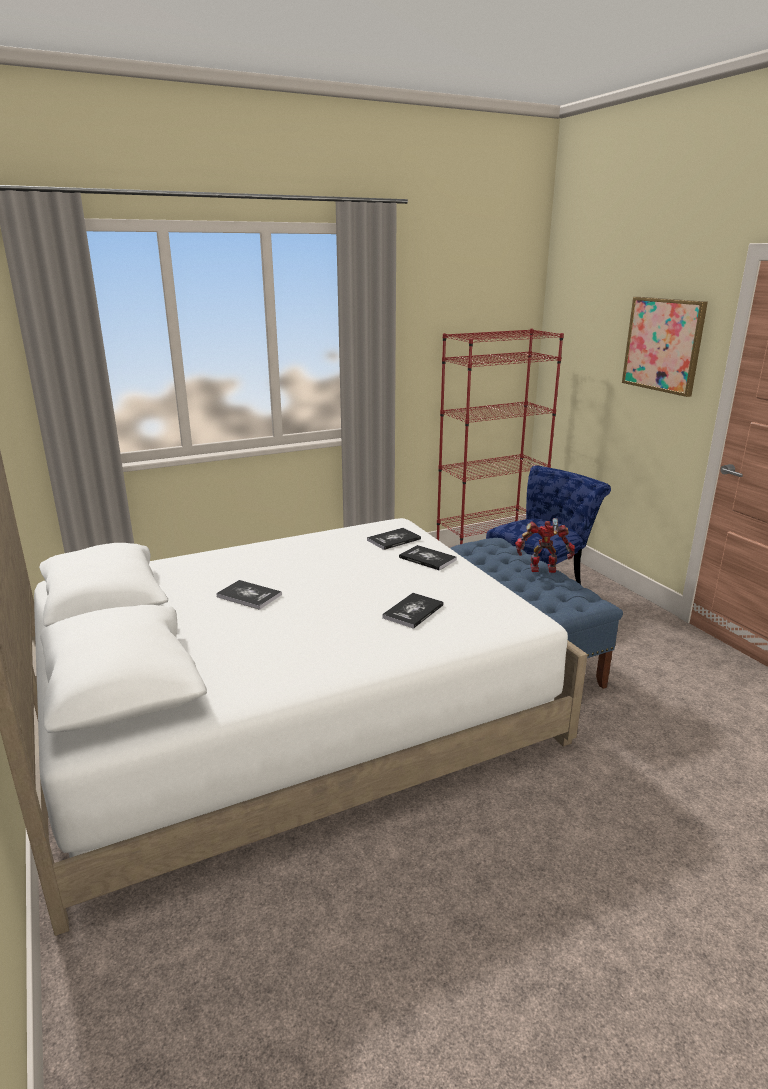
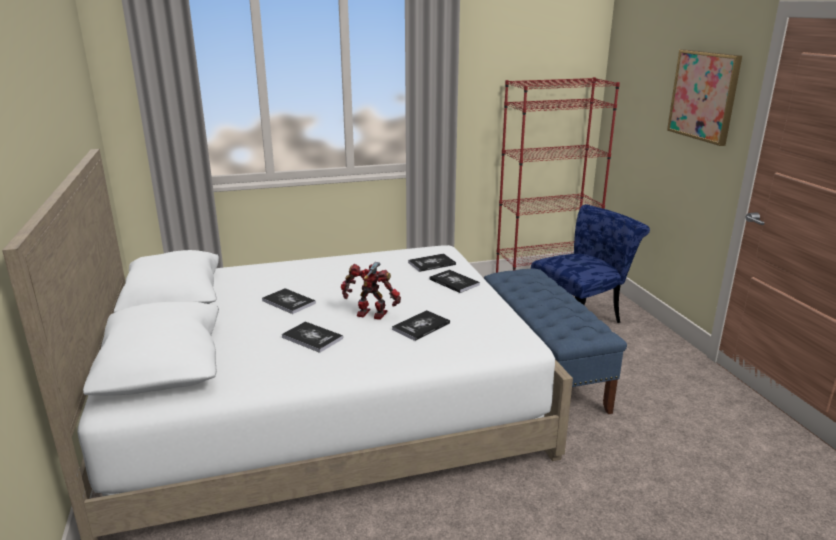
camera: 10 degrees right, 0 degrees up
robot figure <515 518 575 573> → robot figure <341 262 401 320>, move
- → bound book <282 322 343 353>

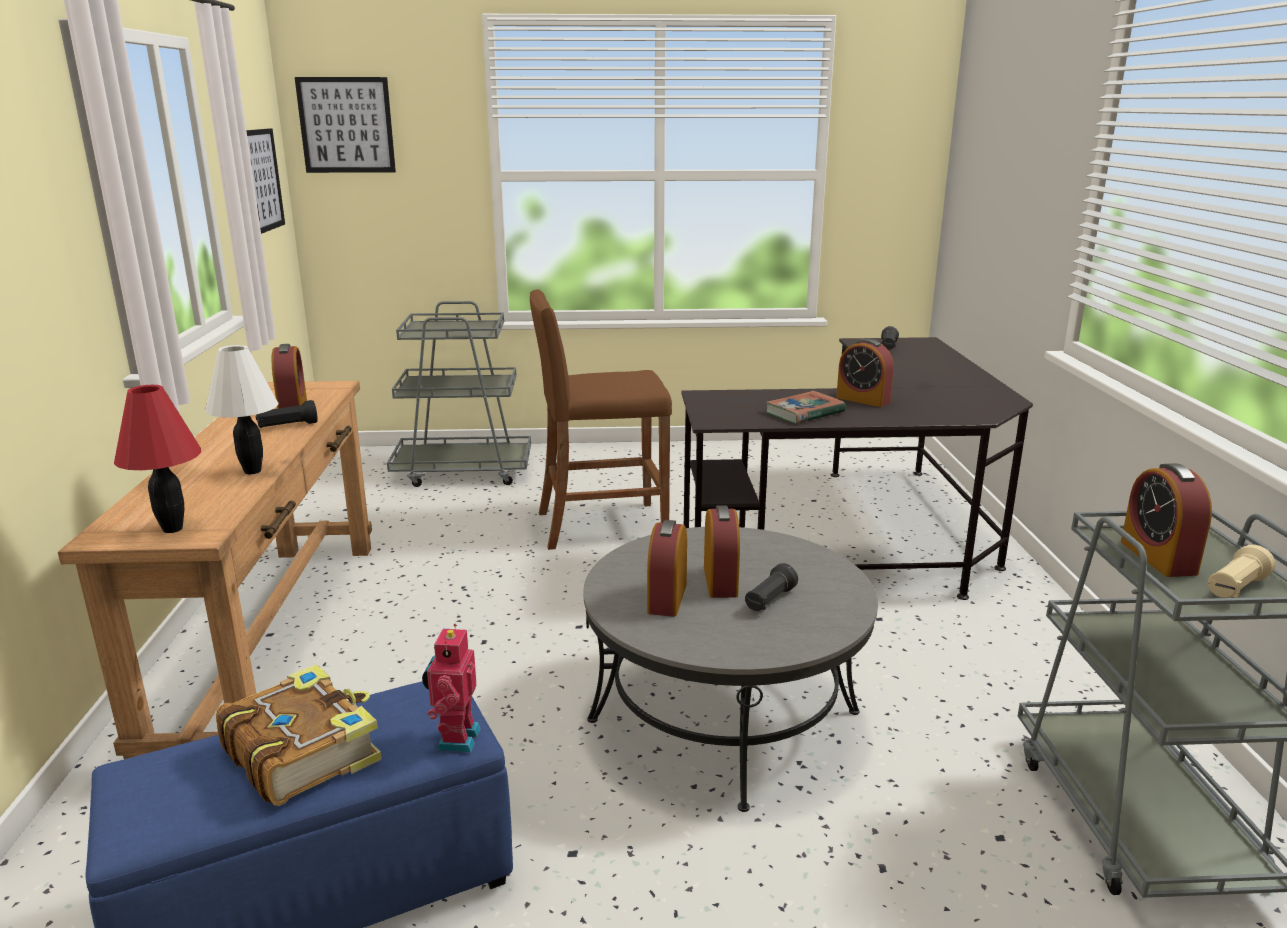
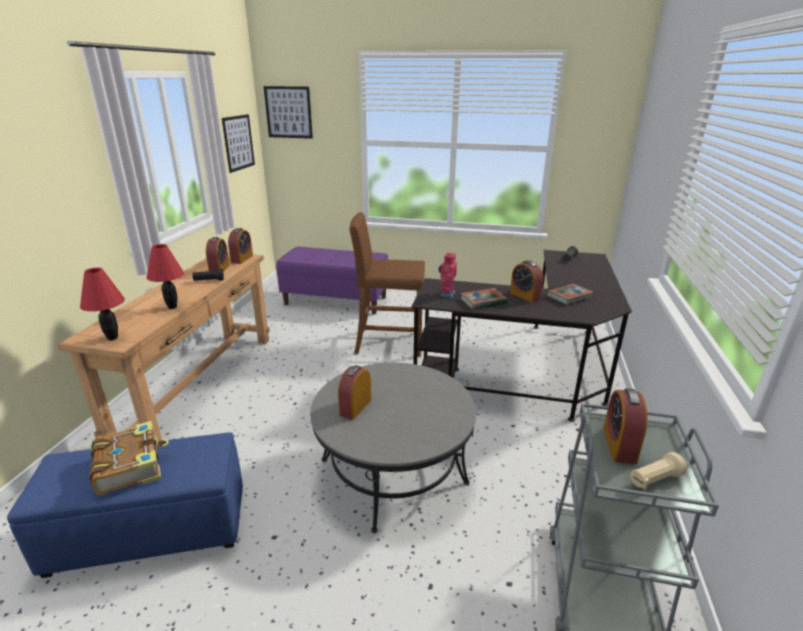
camera: 15 degrees right, 5 degrees up
white lamp for a table <205 345 279 474> → red-coloured lamp for a table <147 244 184 309>
gray cart <387 301 531 487> → purple-coloured bench <276 247 388 314>
robot figure <422 624 481 752> → robot figure <439 251 457 298>, move
bedside clock <704 505 740 598> → bedside clock <228 228 253 264>, move
black torch <745 563 798 611> → -
- → bound book <546 284 594 305>

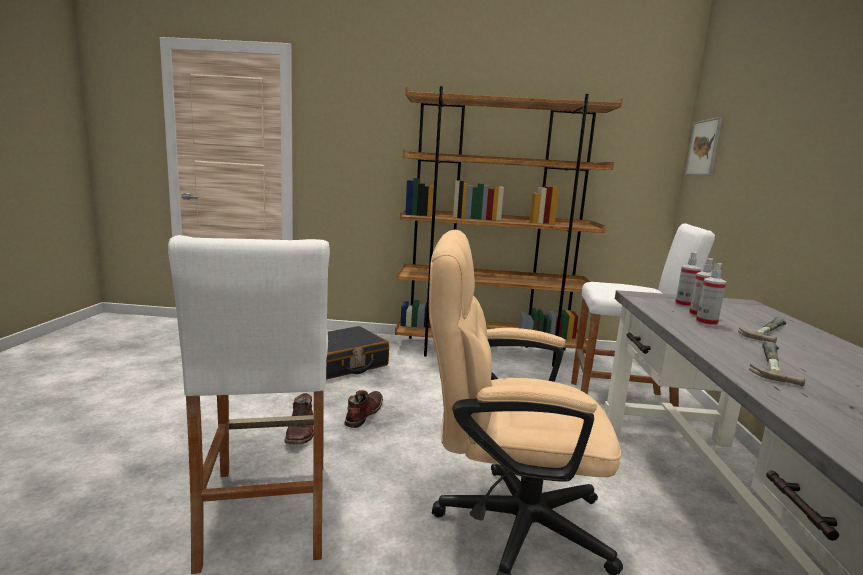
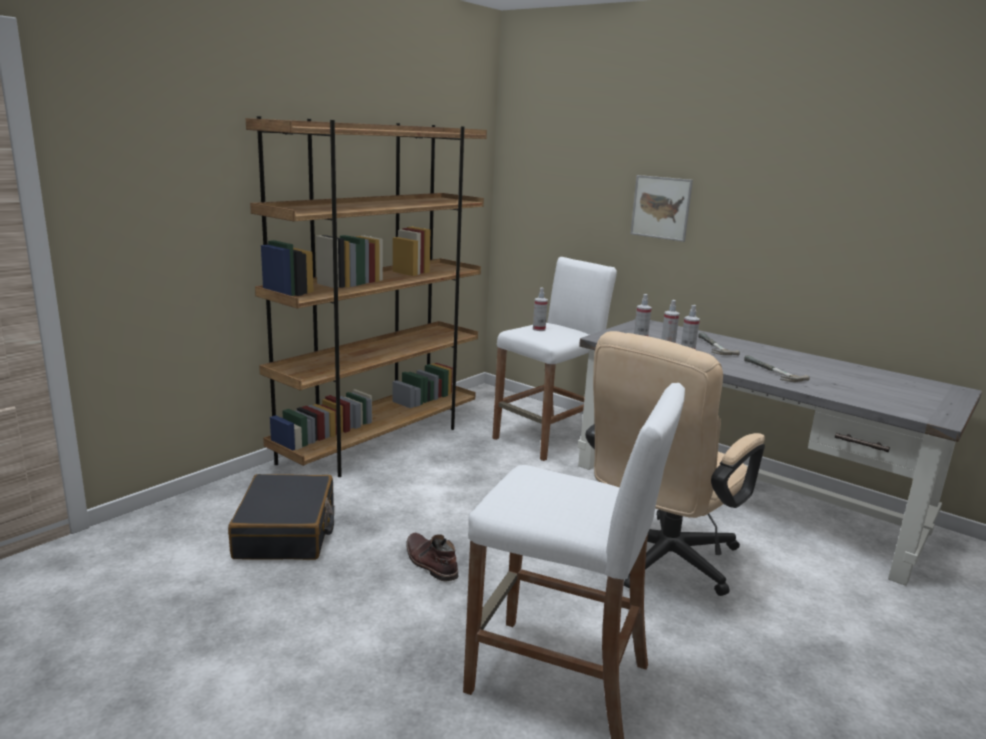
camera: 55 degrees left, 5 degrees up
brown-coloured tall boot <285 393 314 444> → -
wall picture <685 117 723 175> → wall picture <630 175 693 242>, move
- → sprayer <533 287 548 331>

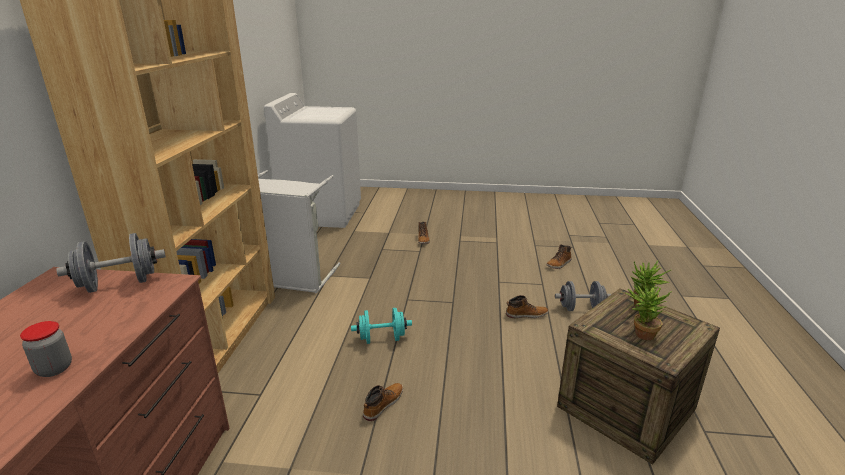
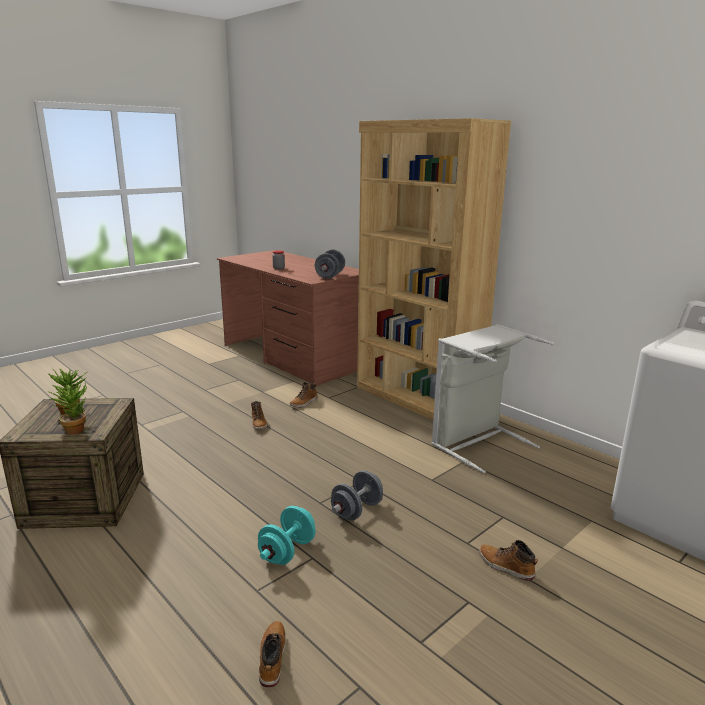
camera: 130 degrees right, 5 degrees down
blue-green dumbbell <351 308 412 344> → blue-green dumbbell <258 506 316 565>, move
tall boot <506 295 548 318> → tall boot <290 382 317 407>, move
gray dumbbell <555 281 611 311> → gray dumbbell <331 470 383 521>, move

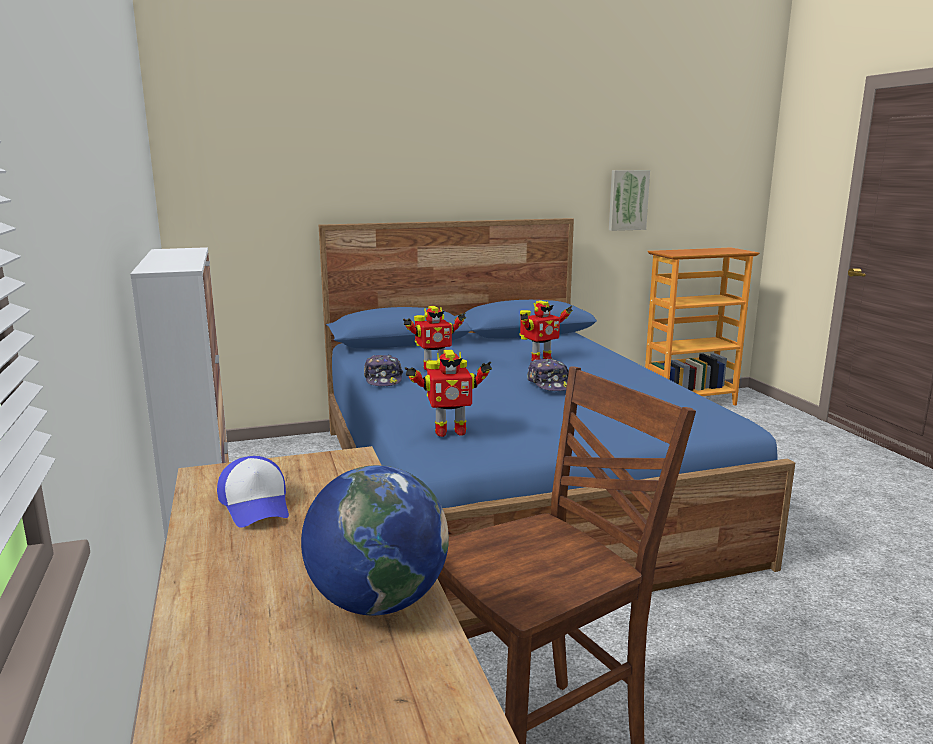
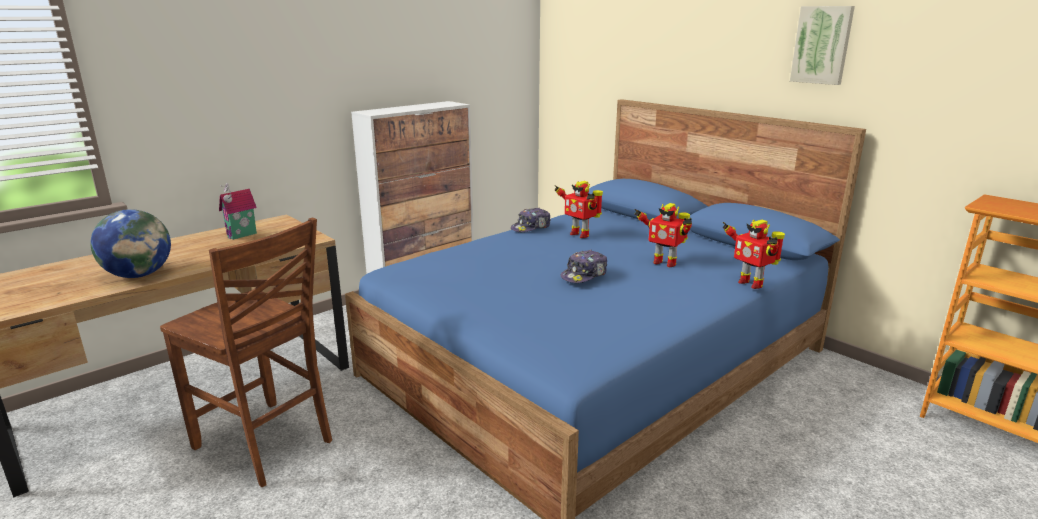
camera: 65 degrees right, 5 degrees up
cap <217 456 289 528> → miniature house <219 183 257 240>
robot figure <405 350 492 437> → robot figure <723 219 785 289>, move
wall picture <609 170 650 231> → wall picture <790 6 855 85>, move

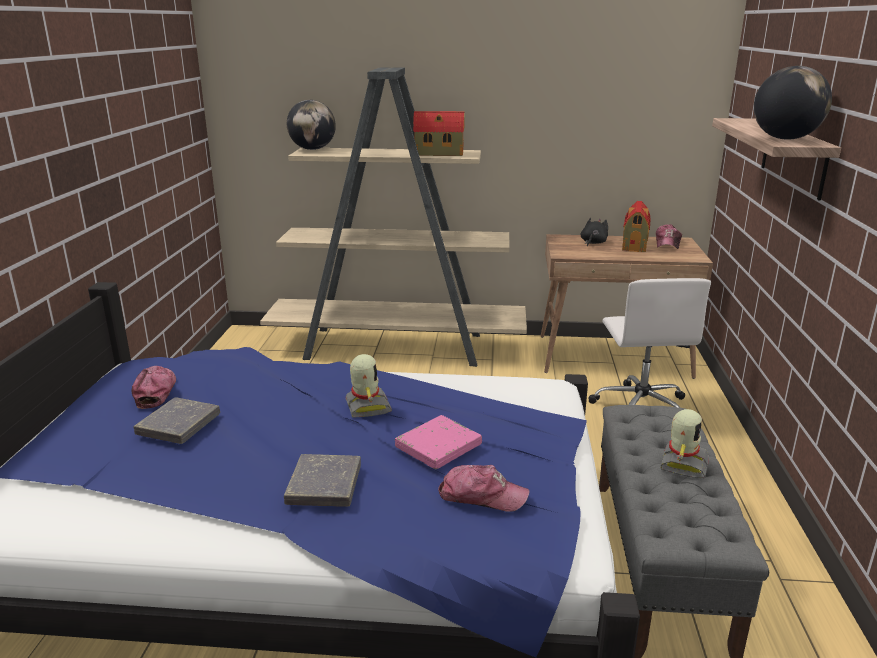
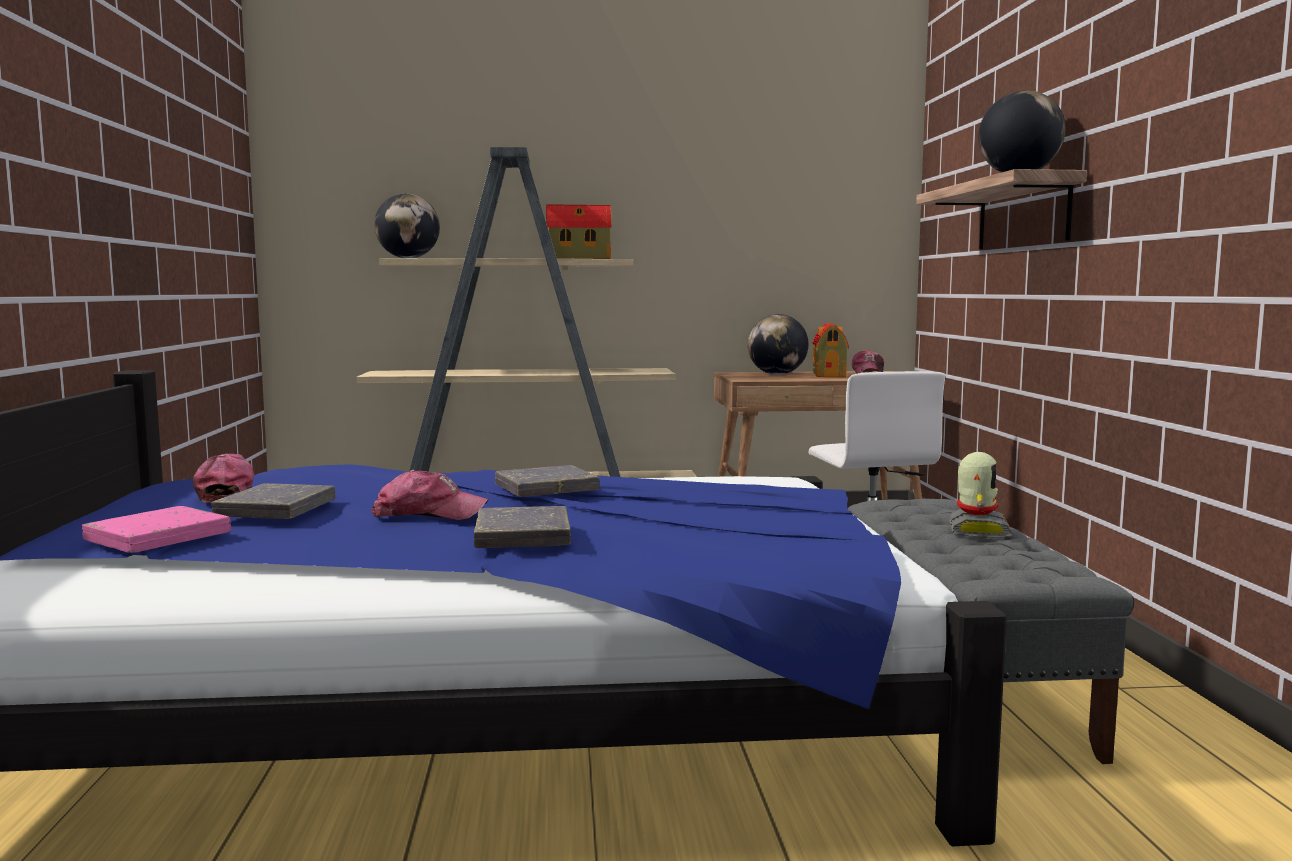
camera: 10 degrees left, 15 degrees down
robot figure <345 354 392 418> → gray bound book <495 465 599 497>
pink bound book <395 415 482 469> → pink bound book <82 506 231 553>, move
cap <438 465 530 512> → cap <371 470 489 520>, move
black cuddly toy <580 218 608 246> → world globe <748 314 808 375>

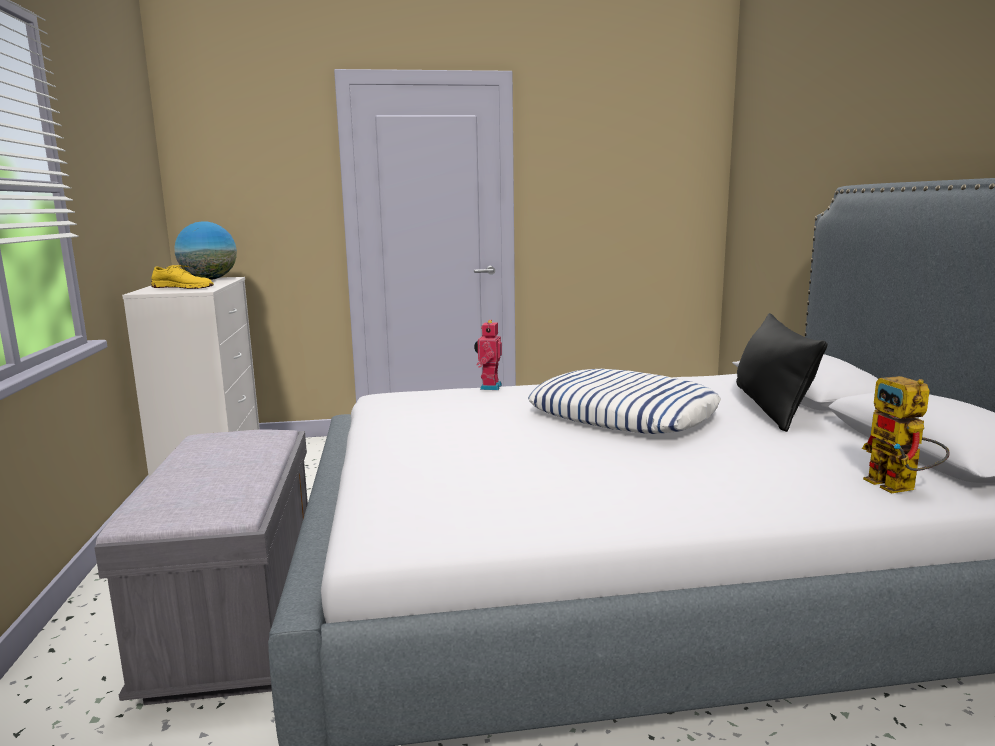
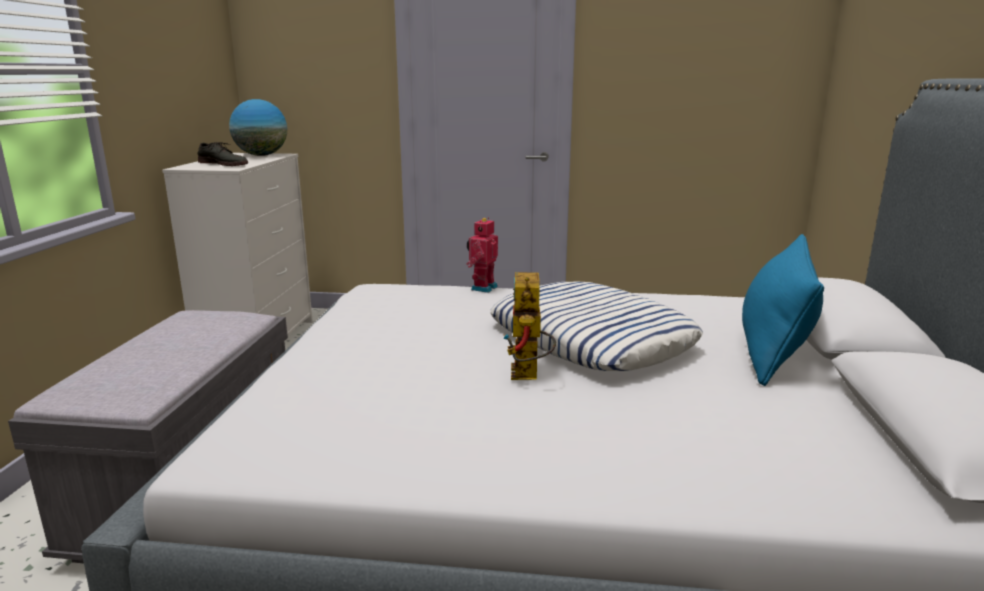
camera: 15 degrees right, 5 degrees up
yellow low shoe <151 265 214 289> → gray low shoe <198 142 248 166>
black pillow <736 313 827 432> → blue-coloured pillow <742 234 824 386>
robot figure <862 376 950 494> → robot figure <503 272 556 380>, move

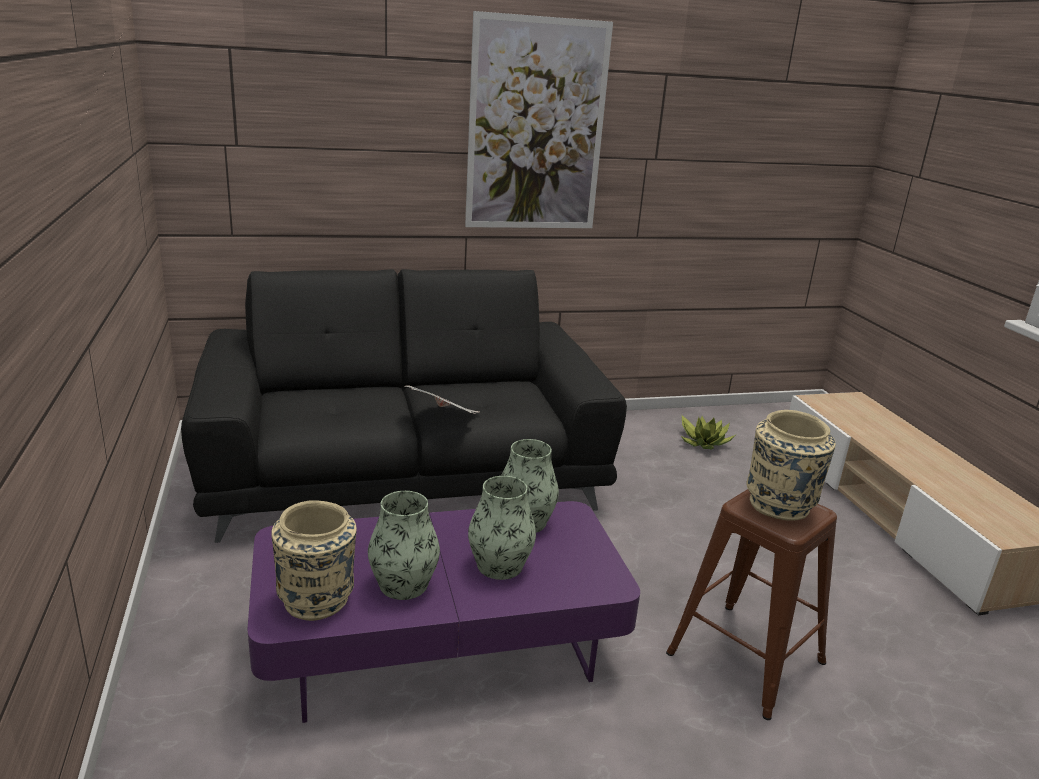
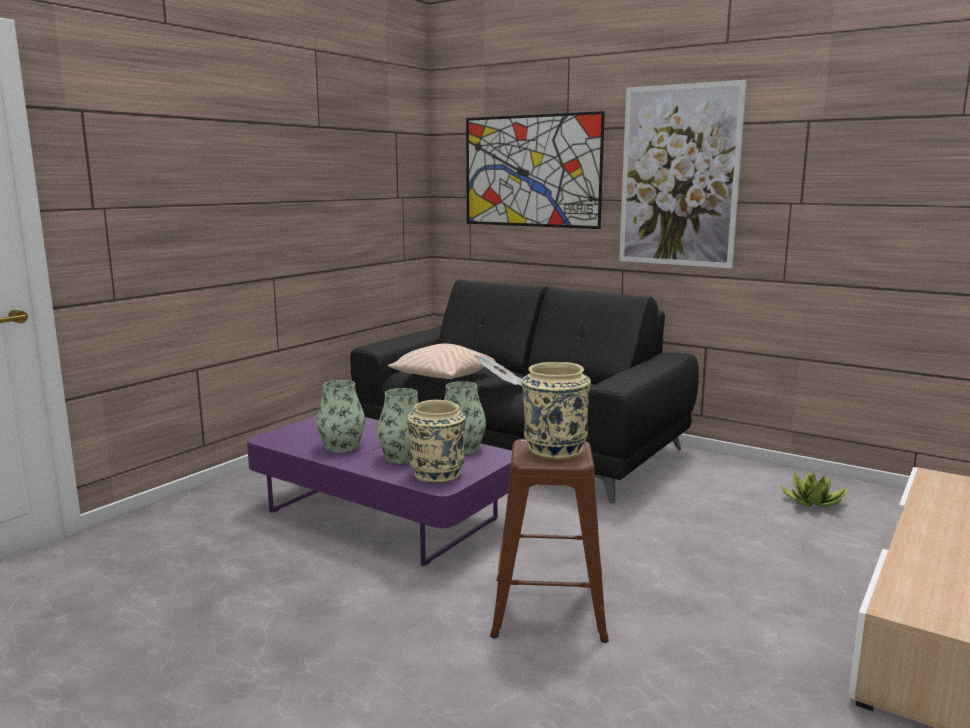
camera: 50 degrees right, 10 degrees down
sand-coloured flower vase <271 500 357 621> → sand-coloured flower vase <407 400 466 483>, move
- → sand-coloured pillow <388 344 496 379>
- → wall picture <466 111 605 229>

